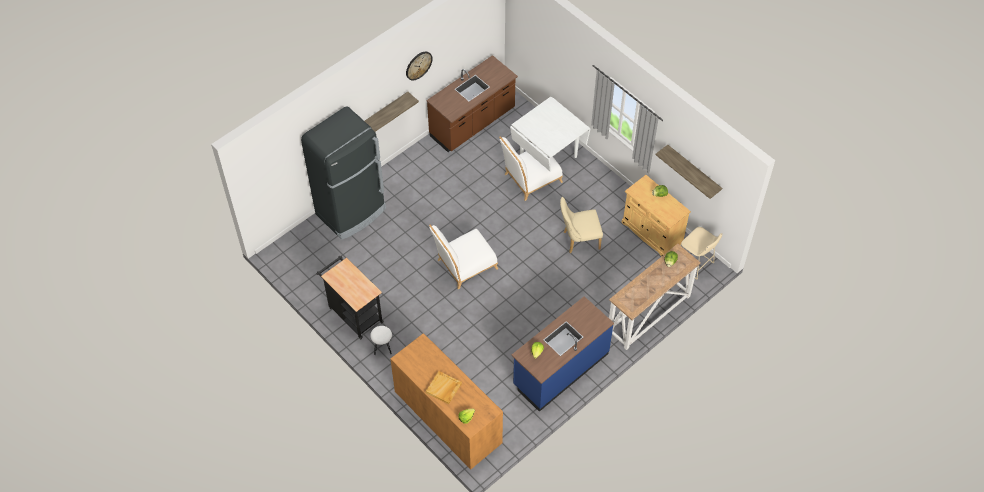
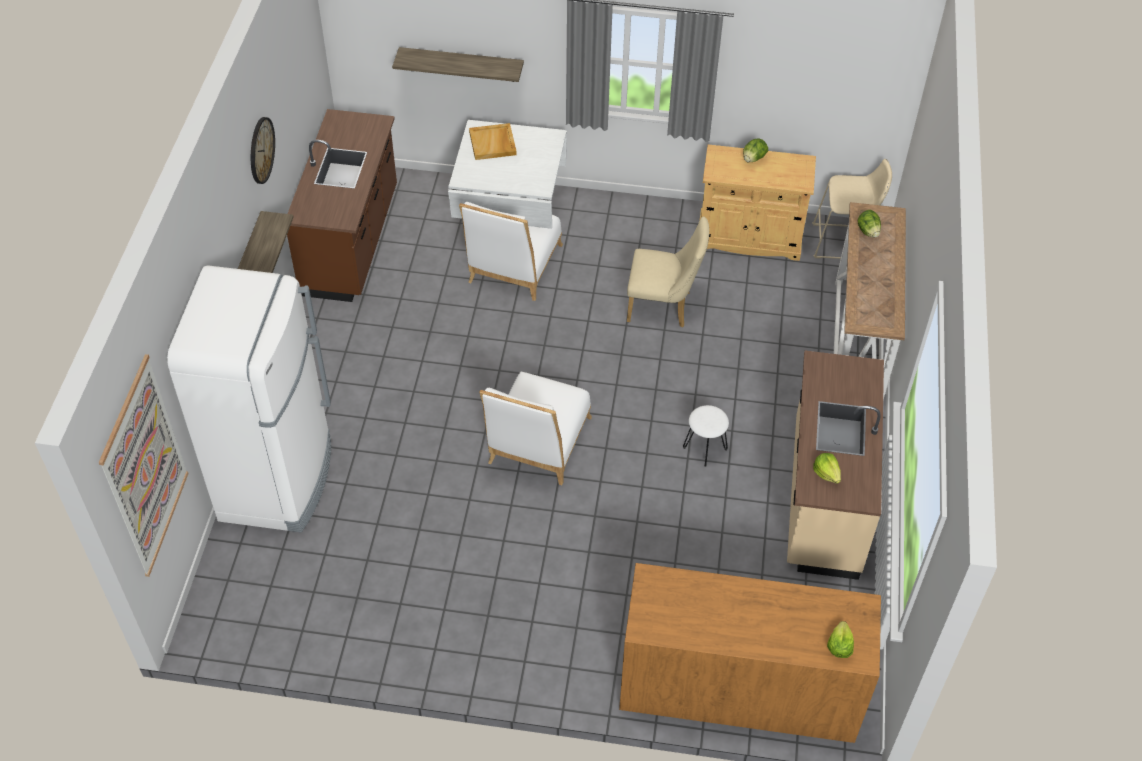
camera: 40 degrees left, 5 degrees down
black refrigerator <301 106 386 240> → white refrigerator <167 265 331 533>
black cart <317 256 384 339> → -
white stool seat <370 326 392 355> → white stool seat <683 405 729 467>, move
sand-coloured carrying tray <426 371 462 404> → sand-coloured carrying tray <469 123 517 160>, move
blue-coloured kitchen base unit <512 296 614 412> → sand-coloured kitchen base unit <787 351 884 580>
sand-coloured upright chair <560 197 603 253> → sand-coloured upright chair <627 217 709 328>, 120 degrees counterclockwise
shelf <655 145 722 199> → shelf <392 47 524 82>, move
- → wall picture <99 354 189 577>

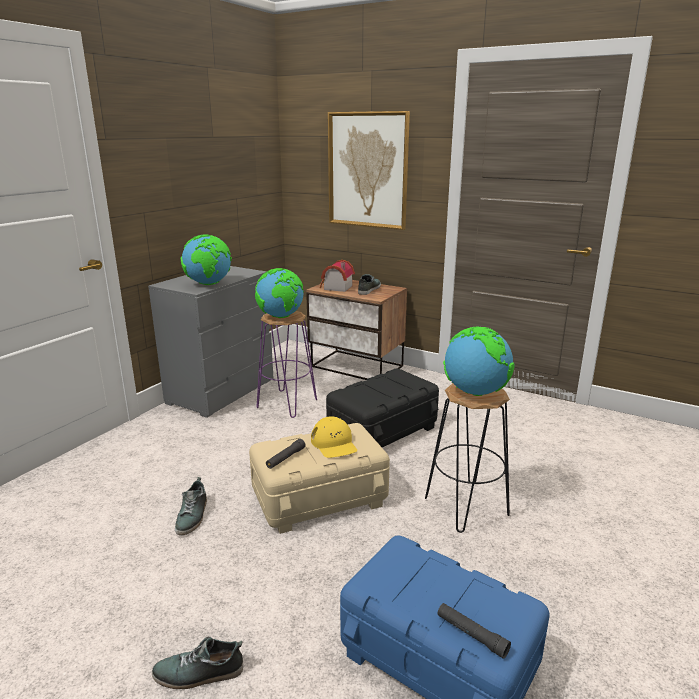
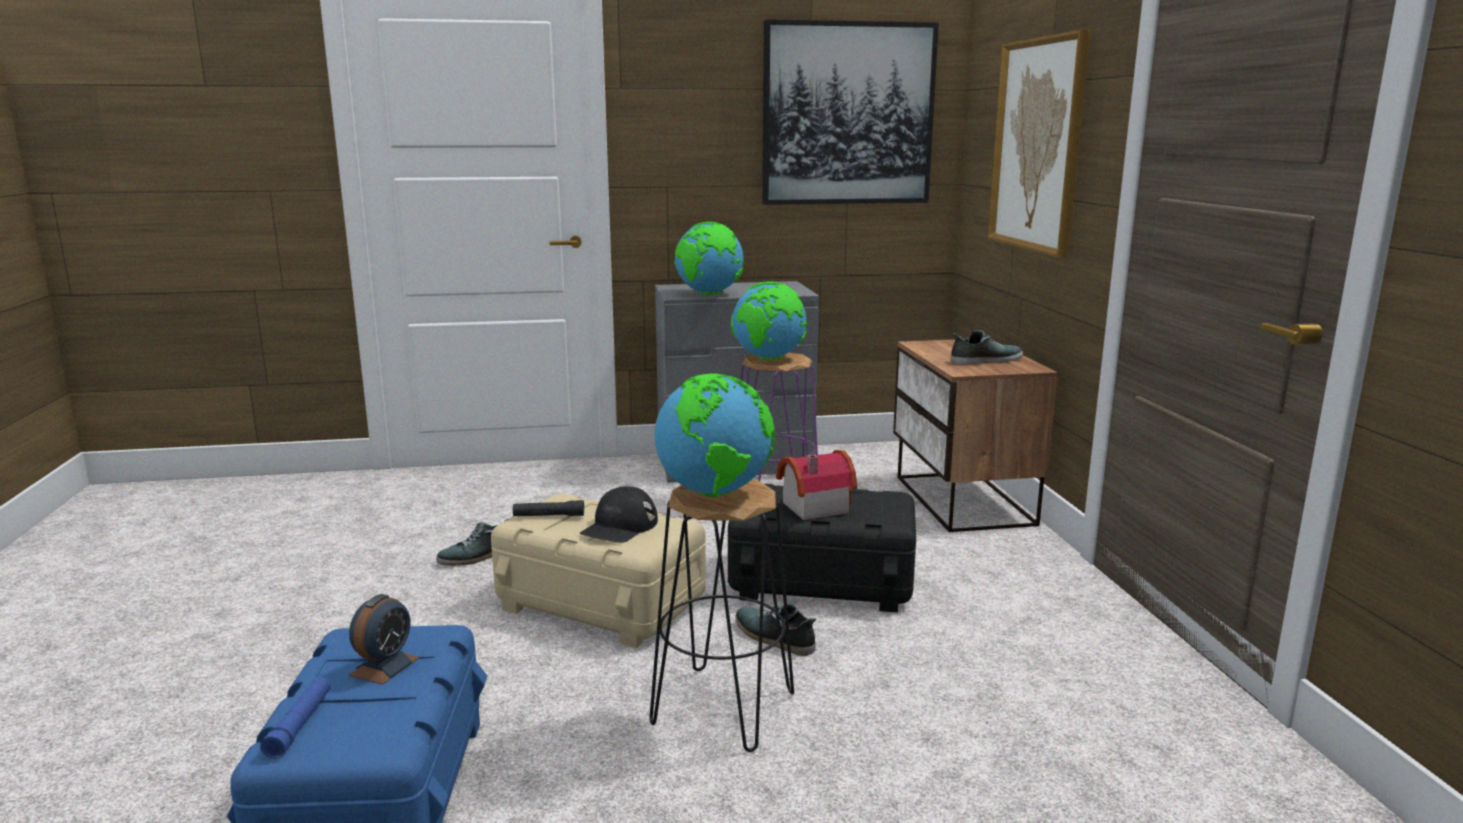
camera: 50 degrees right, 5 degrees down
low shoe <152 637 243 689> → low shoe <735 603 816 656>, move
yellow cap <311 416 357 458> → black cap <580 486 658 543>
miniature house <320 260 355 292> → miniature house <776 450 857 520>, move
black torch <437 603 511 659> → blue-coloured torch <260 677 330 758>
- → bedside clock <349 594 419 685>
- → wall picture <762 19 939 205>

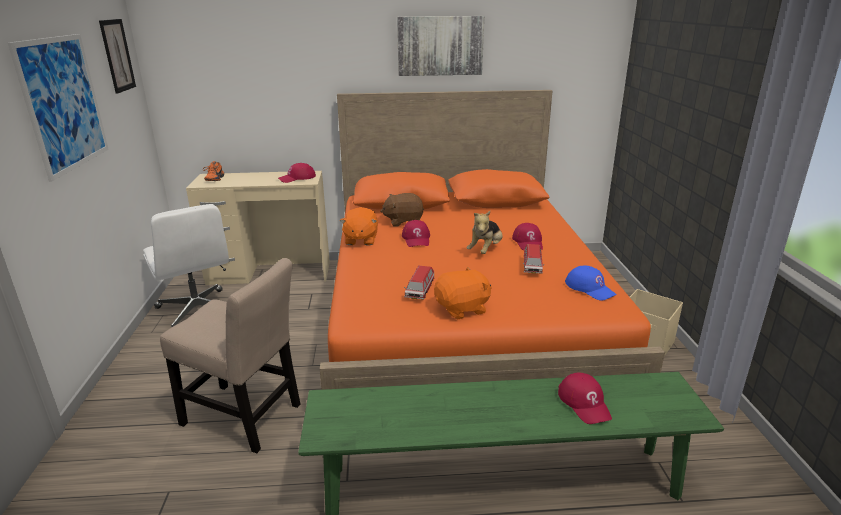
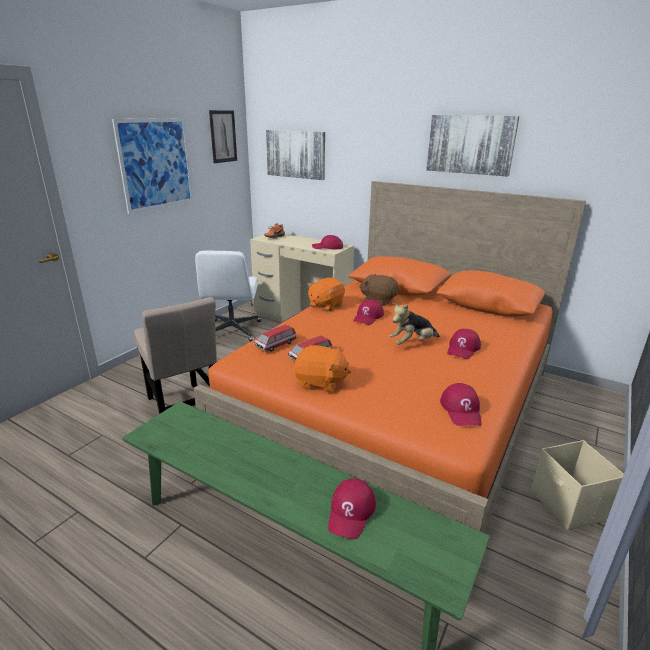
camera: 35 degrees right, 0 degrees up
miniature car <523 244 545 274> → miniature car <254 324 297 352>, move
blue-coloured cap <565 266 617 301> → red-coloured cap <440 383 482 426>
- → wall picture <266 130 325 180>

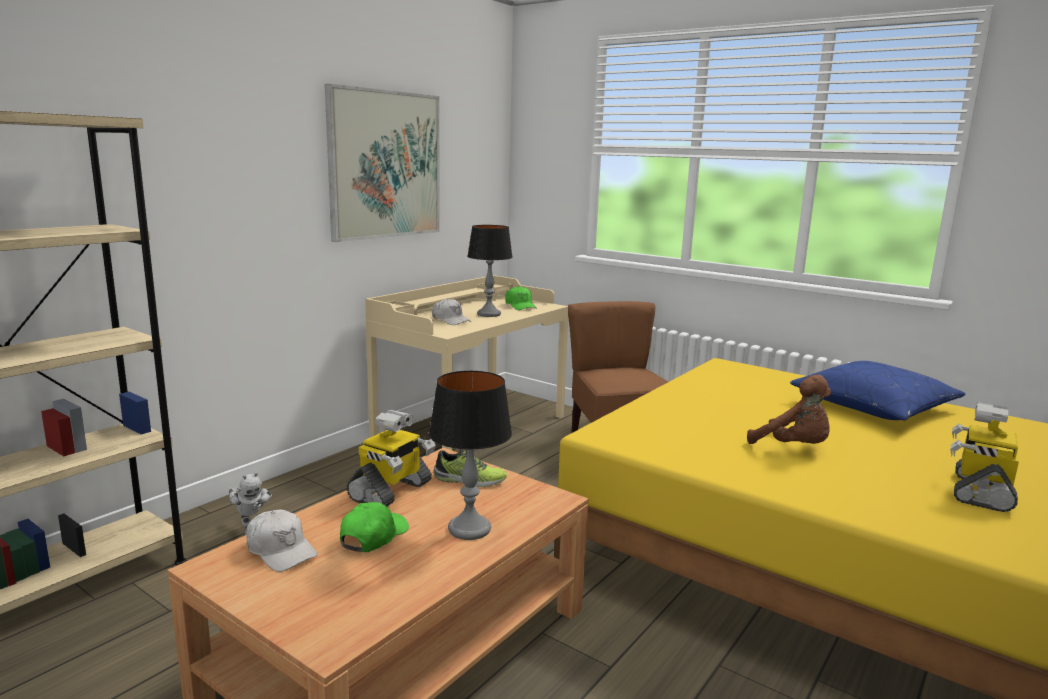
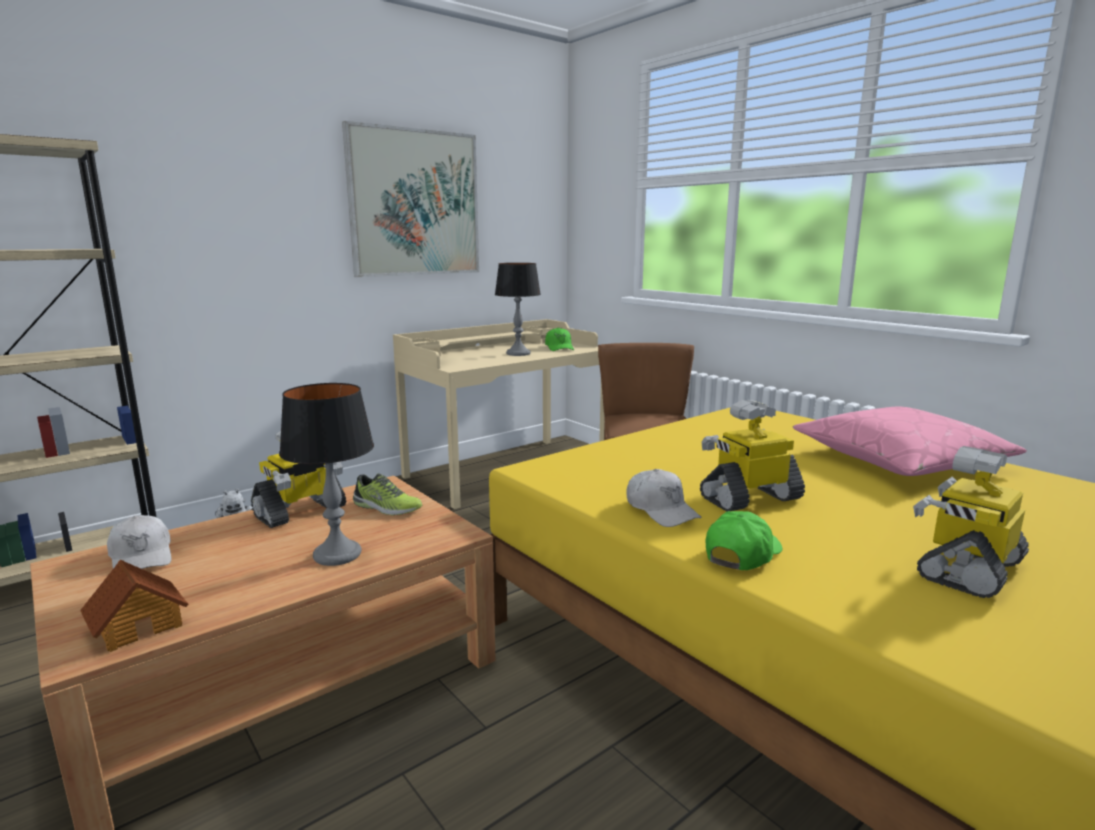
camera: 15 degrees right, 0 degrees up
green-coloured cap <340 502 409 552> → green-coloured cap <706 511 782 570>, move
white cap <432 298 472 325> → white cap <626 469 701 527>, move
brown-coloured cuddly toy <747 375 831 444> → robot figure <700 400 805 512>
blue-coloured pillow <790 361 965 421> → pink pillow <793 407 1027 476>
- → miniature house <80 559 188 652>

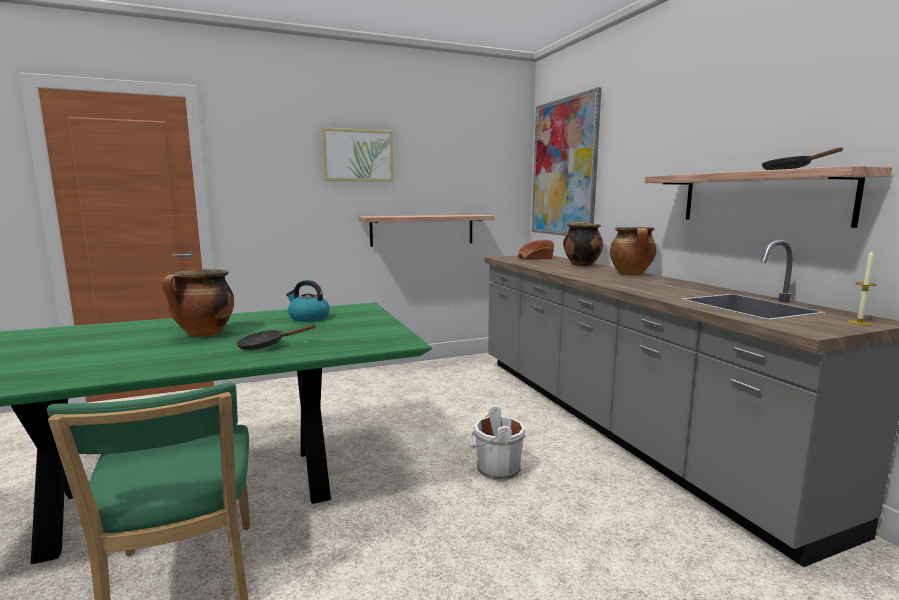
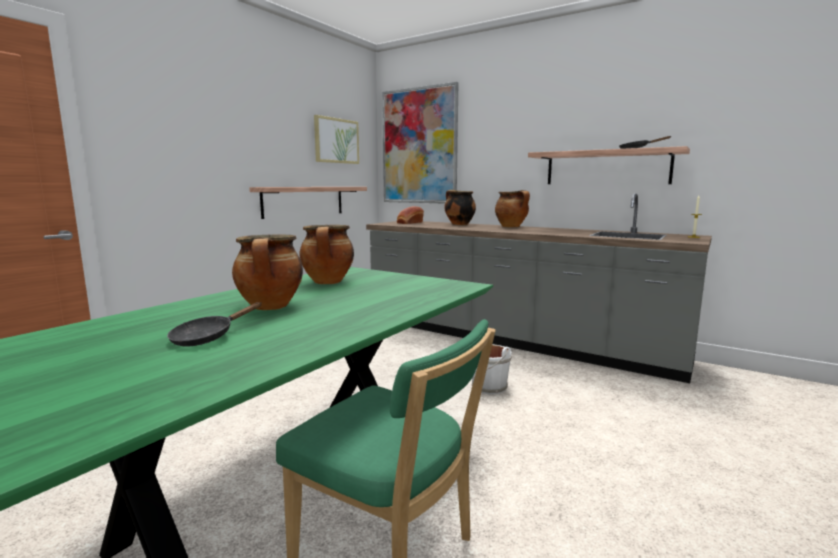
camera: 35 degrees left, 0 degrees up
black pan <236 324 316 350> → black pan <167 302 261 347>, move
water kettle <286 280 330 322> → saucepot <300 225 354 284>
wall picture <322 127 394 182> → wall picture <314 115 359 164>, move

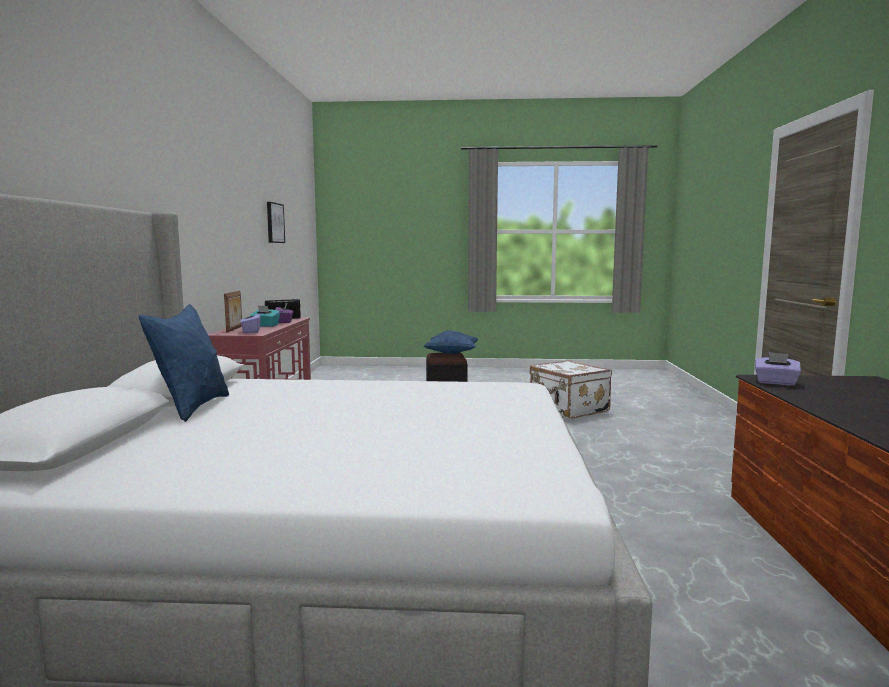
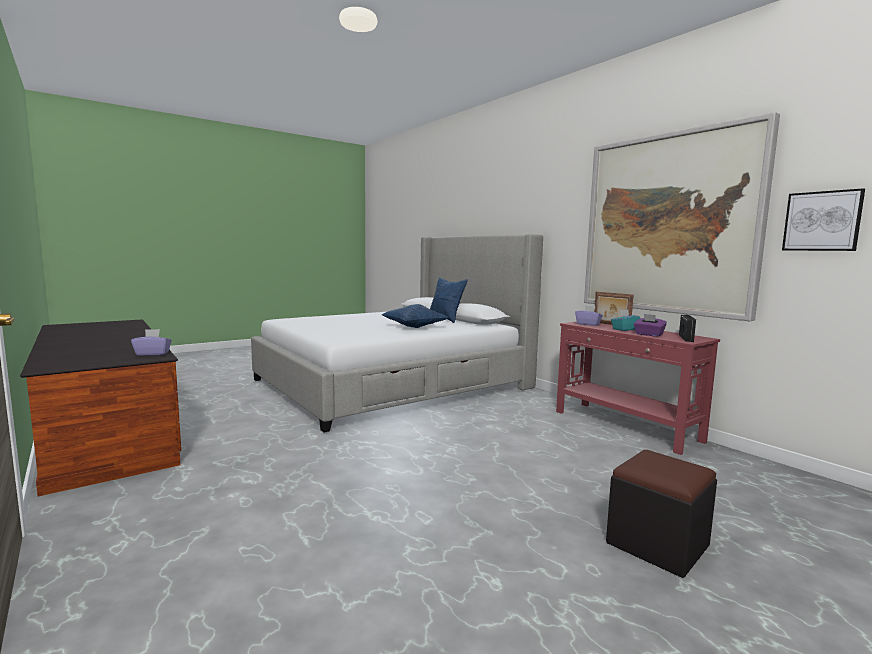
camera: 140 degrees right, 0 degrees up
blue-coloured pillow <424 330 479 354> → blue-coloured pillow <381 304 449 328>, move
white piece of luggage <530 360 612 419> → -
- → wall picture <584 112 780 321>

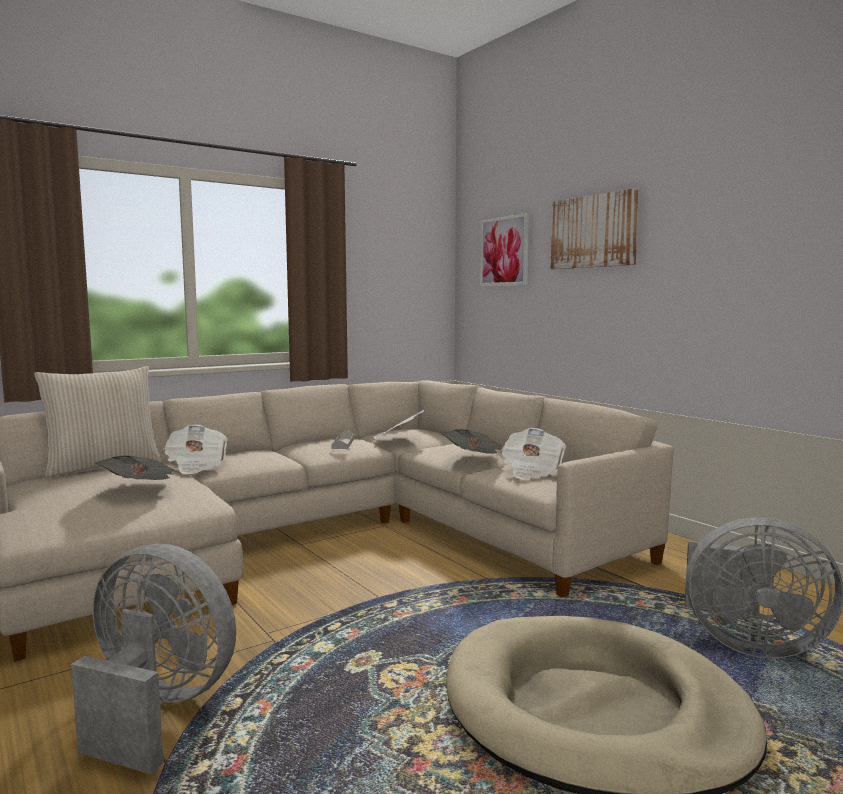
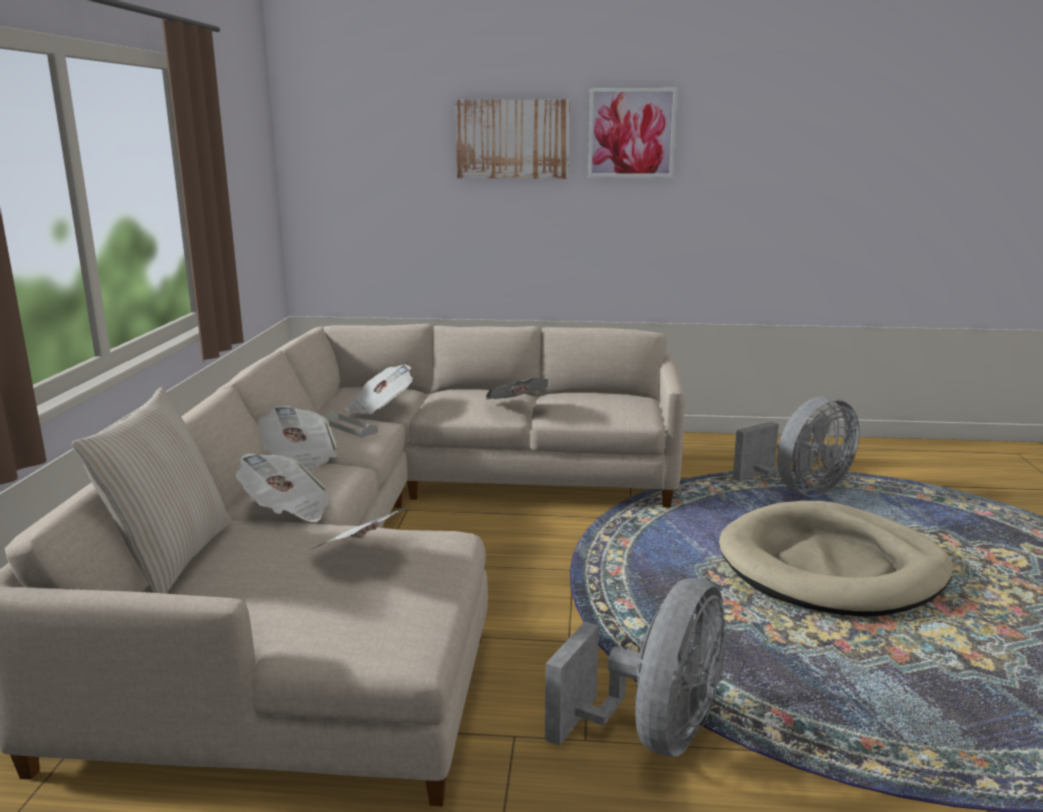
camera: 50 degrees left, 10 degrees up
gray fan <71 544 236 774> → gray fan <545 578 727 757>, 150 degrees clockwise
wall picture <480 213 529 286> → wall picture <588 88 678 178>, move
printed paper <501 428 566 479> → printed paper <258 405 338 471>, move

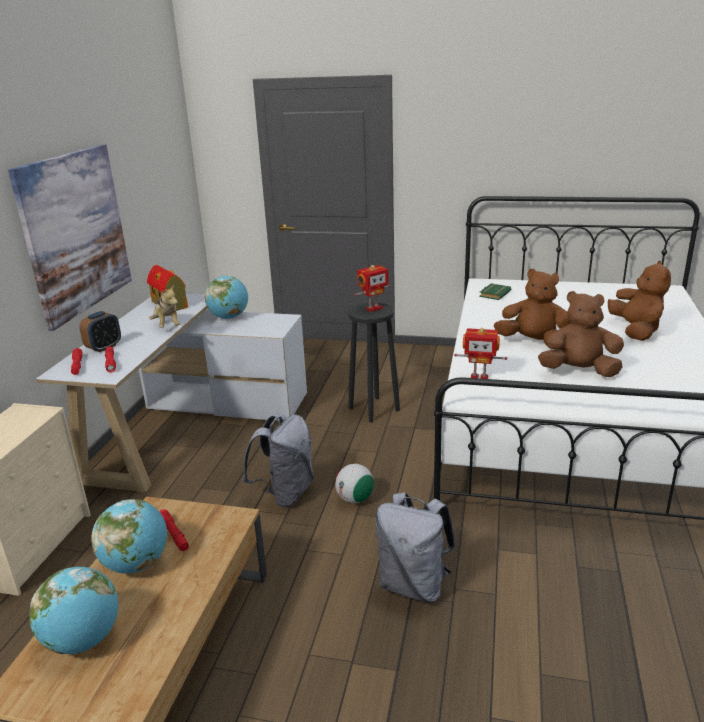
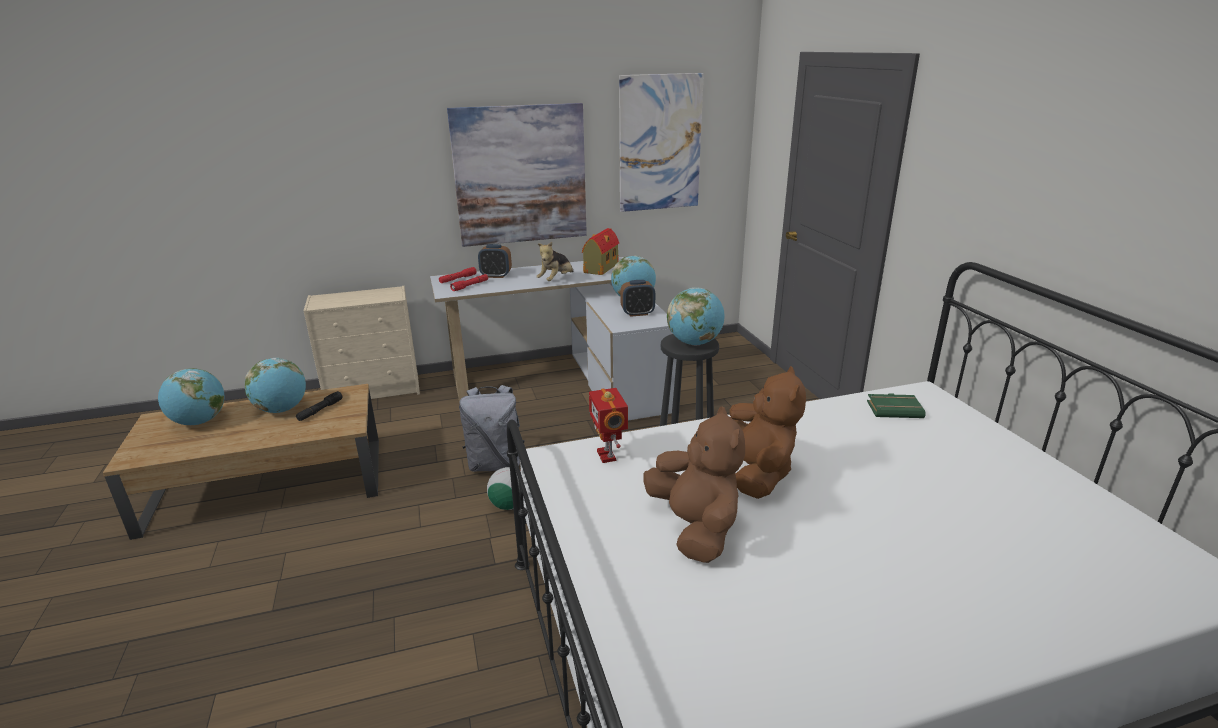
camera: 60 degrees right, 0 degrees up
red-coloured torch <159 509 189 551> → black torch <296 391 343 421>
robot figure <355 265 391 312> → world globe <667 288 725 345>
gray knapsack <376 492 456 602> → -
brown-coloured cuddly toy <608 261 671 341> → -
- → wall picture <619 73 704 212>
- → bedside clock <620 280 655 317>

